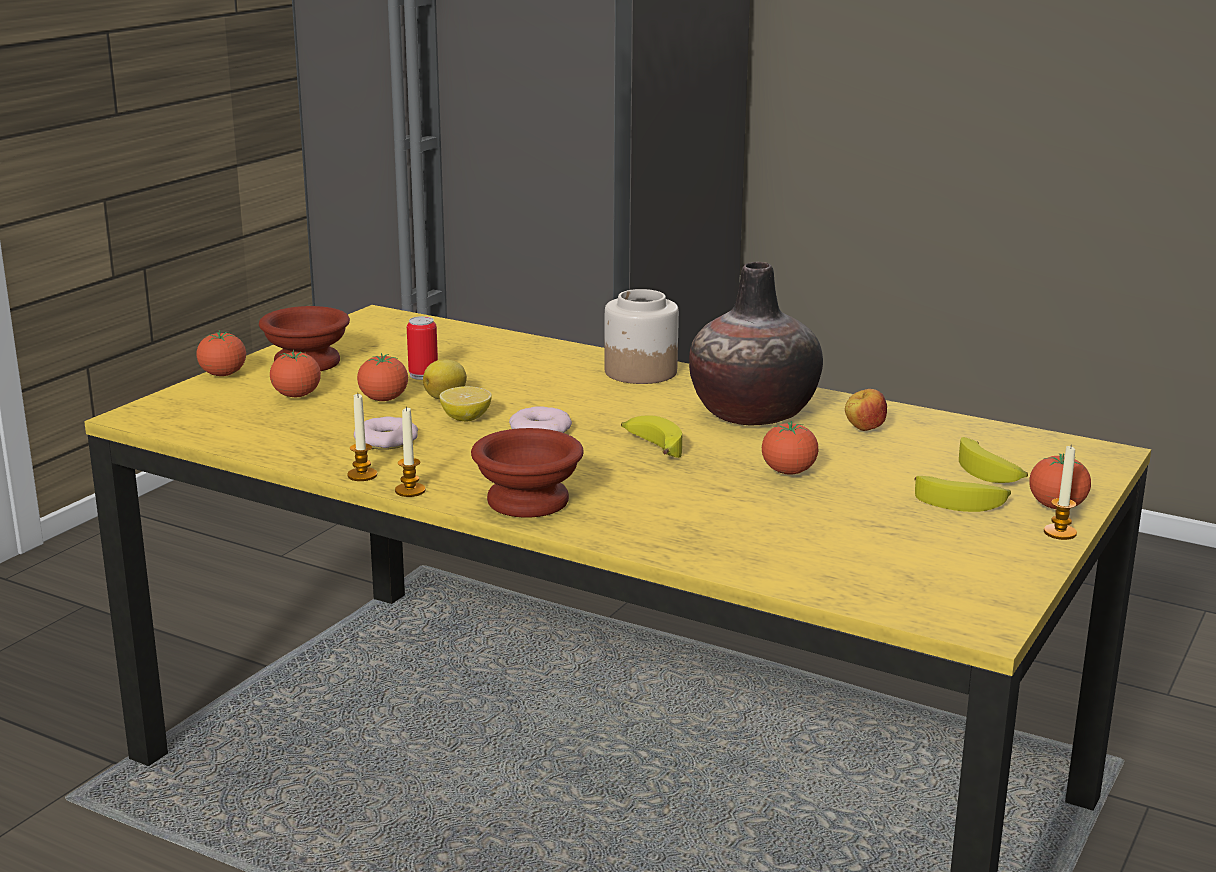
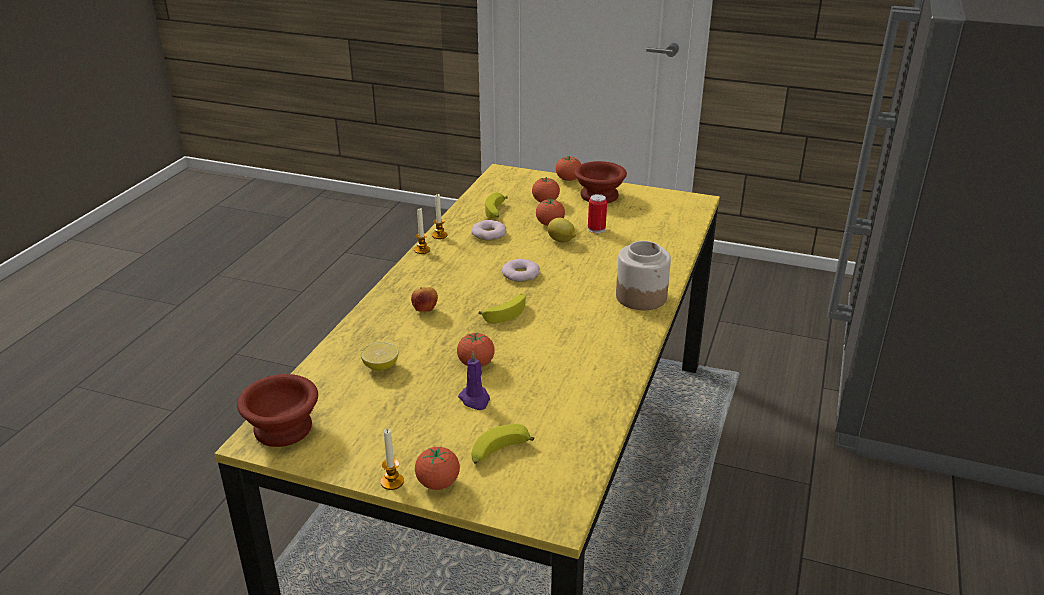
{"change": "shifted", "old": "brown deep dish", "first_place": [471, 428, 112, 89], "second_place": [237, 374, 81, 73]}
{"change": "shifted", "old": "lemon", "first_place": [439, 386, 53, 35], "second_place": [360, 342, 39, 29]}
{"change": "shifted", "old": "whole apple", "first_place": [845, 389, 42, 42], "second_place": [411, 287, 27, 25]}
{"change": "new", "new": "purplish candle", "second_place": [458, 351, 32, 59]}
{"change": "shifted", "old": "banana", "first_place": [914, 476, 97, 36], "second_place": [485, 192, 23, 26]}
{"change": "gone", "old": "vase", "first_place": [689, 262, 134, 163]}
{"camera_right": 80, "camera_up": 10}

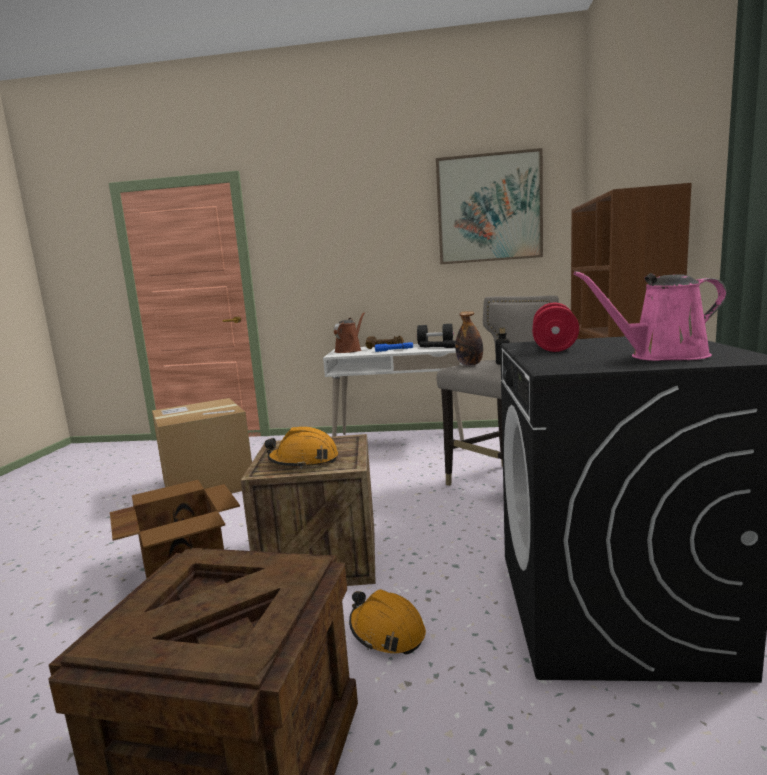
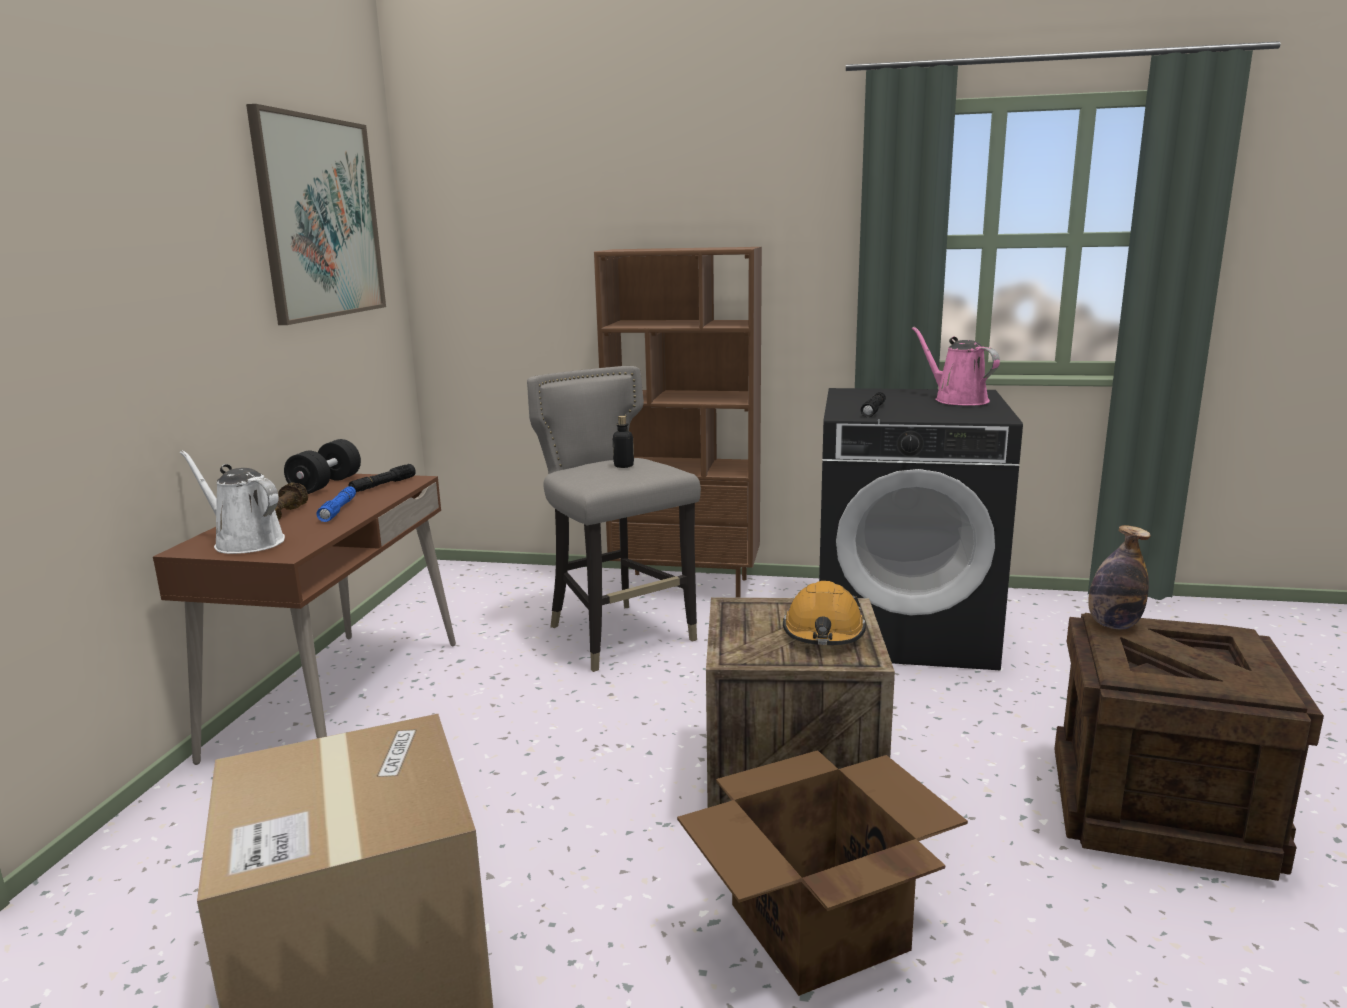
{"change": "repainted", "old": "white desk table", "new": "brown desk table", "first_place": [323, 344, 141, 106], "second_place": [153, 474, 303, 291]}
{"change": "repainted", "old": "brown watering pot", "new": "white watering pot", "first_place": [334, 313, 31, 40], "second_place": [180, 450, 105, 104]}
{"change": "swapped", "old": "red free weight", "new": "black-coloured torch", "first_place": [532, 303, 47, 49], "second_place": [861, 392, 25, 25]}
{"change": "rotated", "old": "pink-coloured watering pot", "first_place": [574, 271, 153, 90], "second_place": [912, 327, 88, 78], "degrees": 150}
{"change": "shifted", "old": "bottle", "first_place": [455, 311, 28, 55], "second_place": [1088, 525, 63, 104]}
{"change": "gone", "old": "orange-coloured work helmet", "first_place": [349, 589, 77, 66]}
{"camera_right": -85, "camera_up": 5}

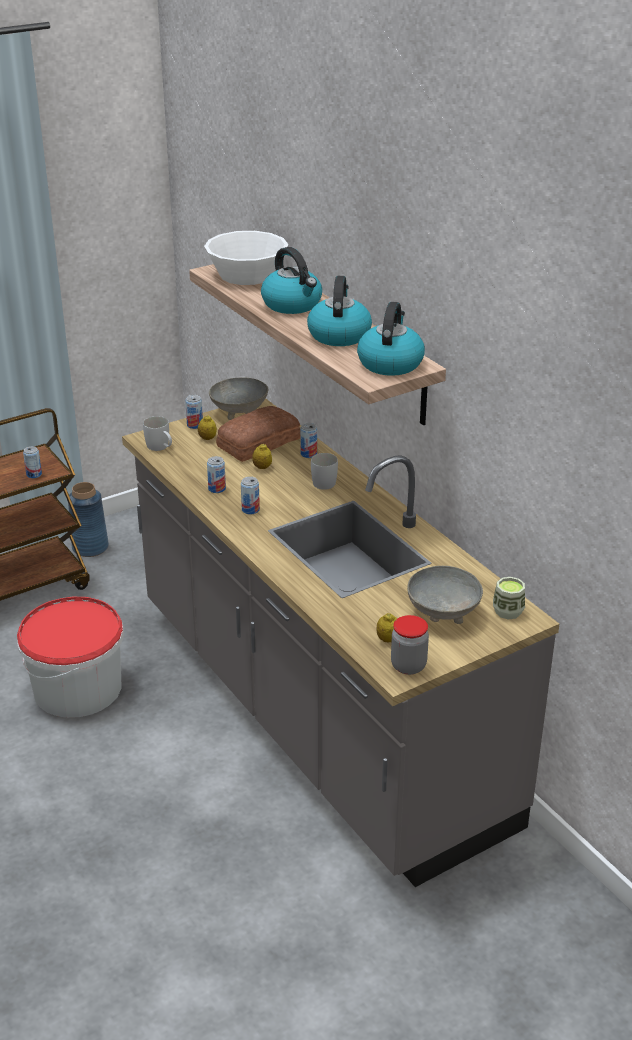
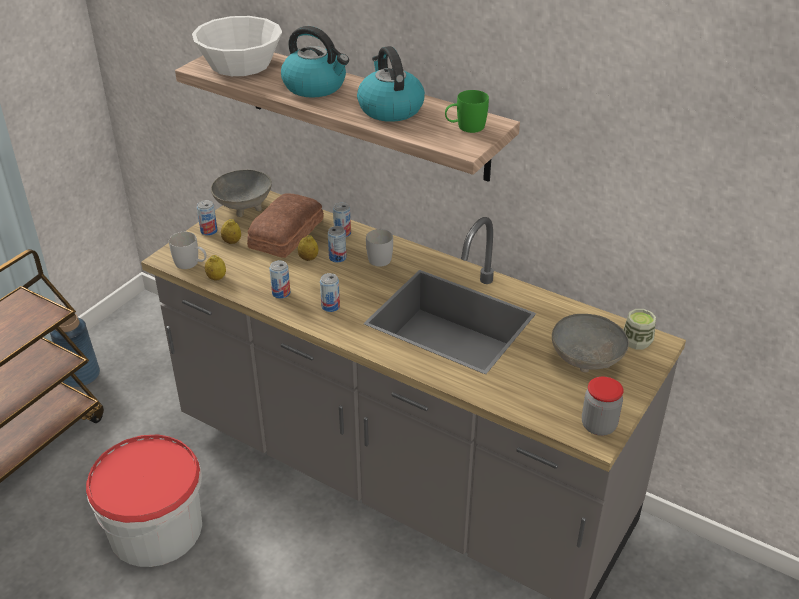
{"change": "shifted", "old": "lemon", "first_place": [377, 613, 20, 29], "second_place": [205, 255, 21, 26]}
{"change": "shifted", "old": "sealed can", "first_place": [23, 446, 19, 32], "second_place": [328, 226, 18, 37]}
{"change": "swapped", "old": "kettle", "new": "green-coloured mug", "first_place": [357, 302, 68, 74], "second_place": [445, 90, 44, 43]}
{"camera_right": -25, "camera_up": 5}

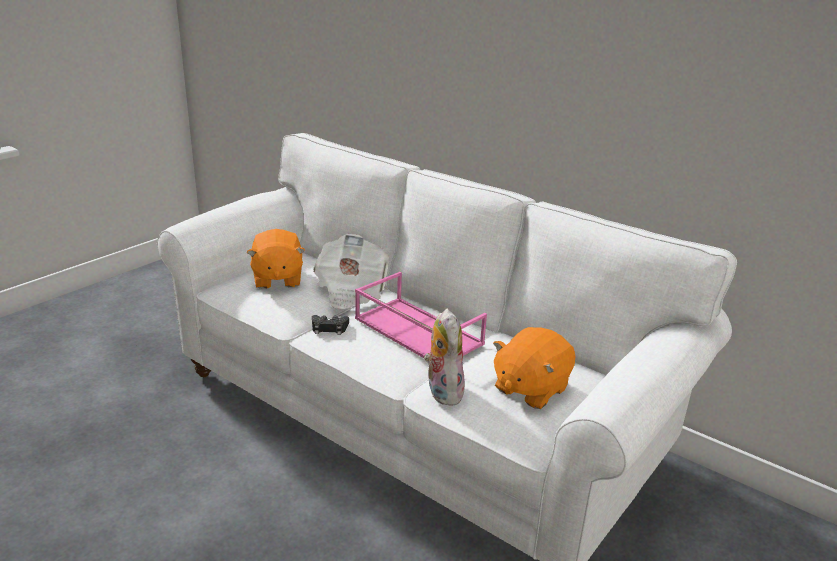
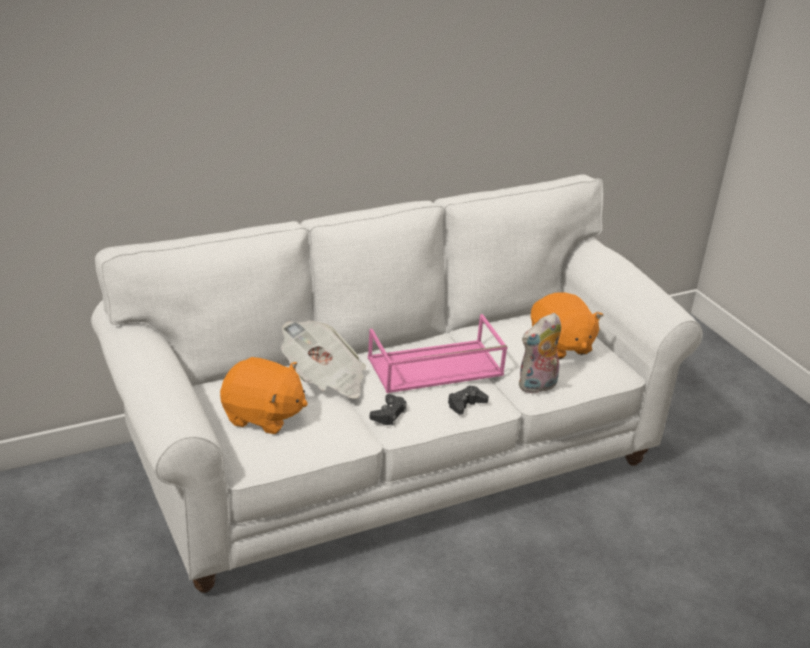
{"change": "new", "new": "black-coloured gamepad", "second_place": [448, 385, 41, 30]}
{"change": "rotated", "old": "soft toy", "first_place": [424, 309, 41, 97], "second_place": [519, 313, 42, 81], "degrees": -45}
{"camera_right": -65, "camera_up": 5}

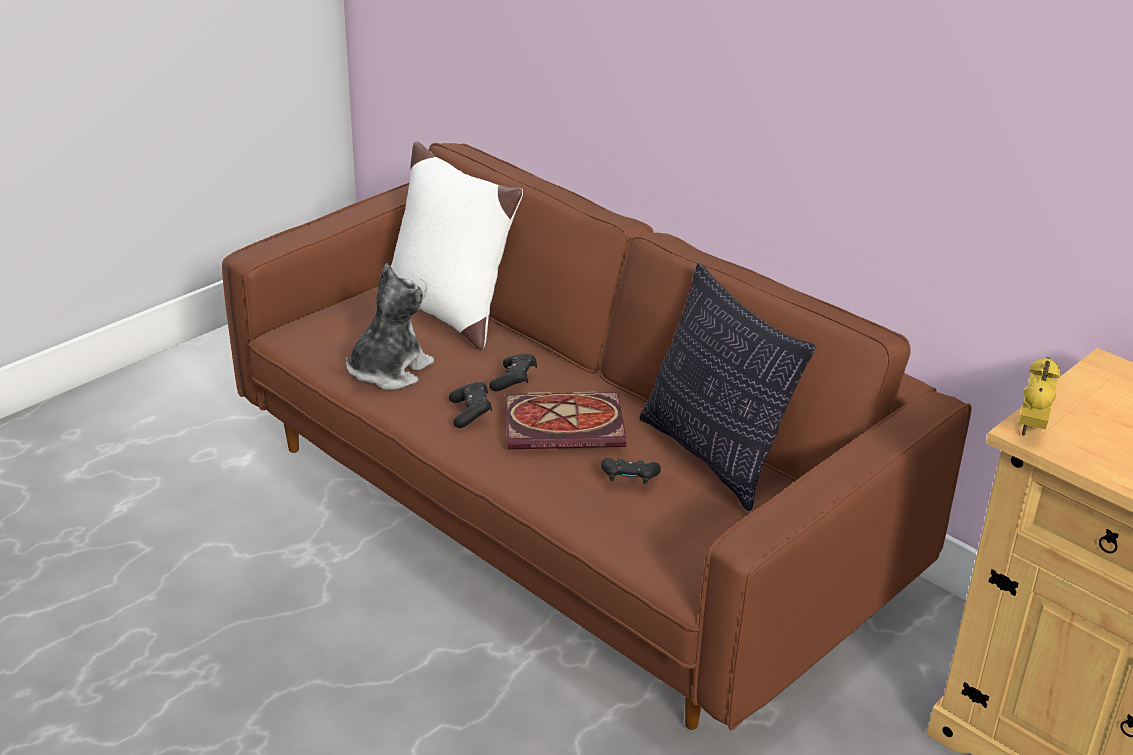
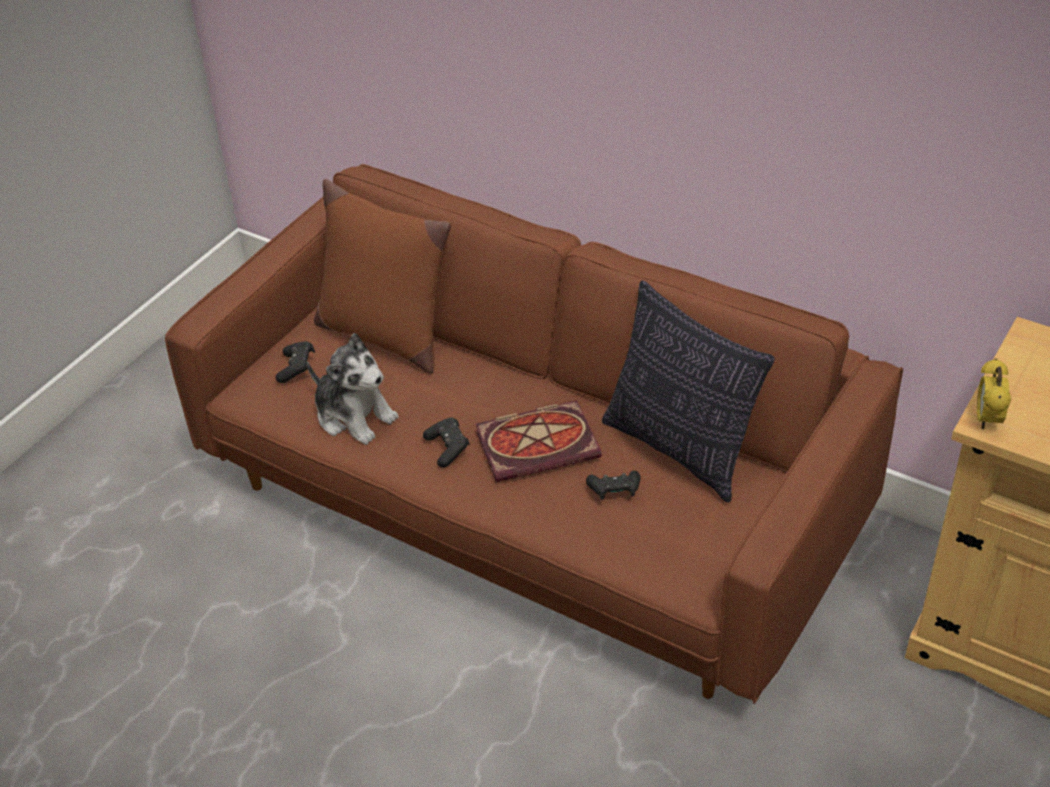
{"change": "shifted", "old": "black-coloured gamepad", "first_place": [489, 354, 48, 38], "second_place": [276, 341, 39, 42]}
{"change": "rotated", "old": "soft toy", "first_place": [346, 263, 88, 127], "second_place": [307, 333, 92, 112], "degrees": 105}
{"change": "repainted", "old": "white pillow", "new": "brown pillow", "first_place": [390, 141, 133, 209], "second_place": [314, 179, 137, 195]}
{"camera_right": -10, "camera_up": 10}

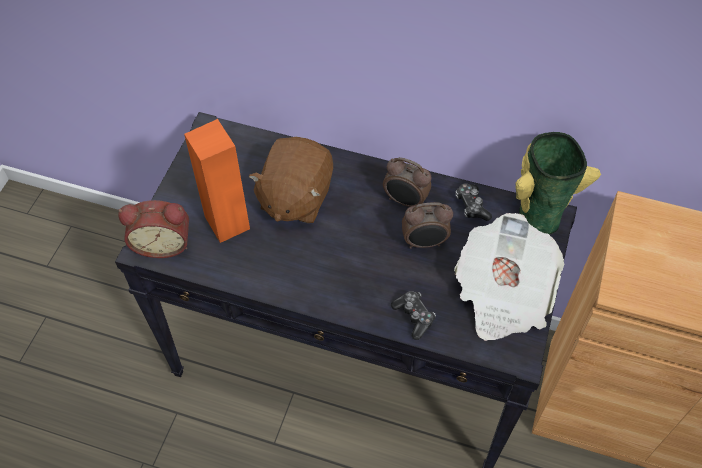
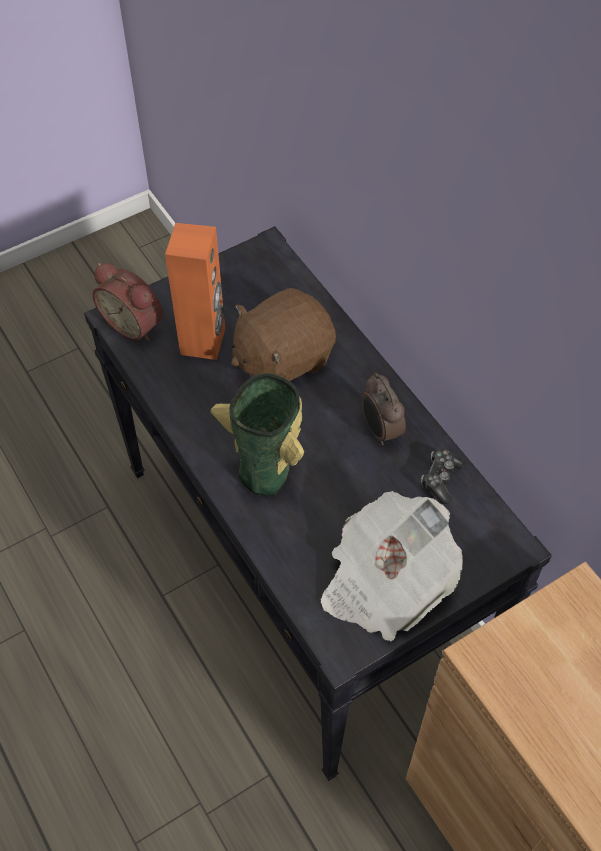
{"change": "shifted", "old": "vase", "first_place": [515, 132, 86, 103], "second_place": [211, 373, 93, 123]}
{"change": "gone", "old": "gamepad", "first_place": [391, 291, 45, 49]}
{"change": "gone", "old": "table clock", "first_place": [402, 202, 51, 47]}
{"camera_right": 40, "camera_up": 0}

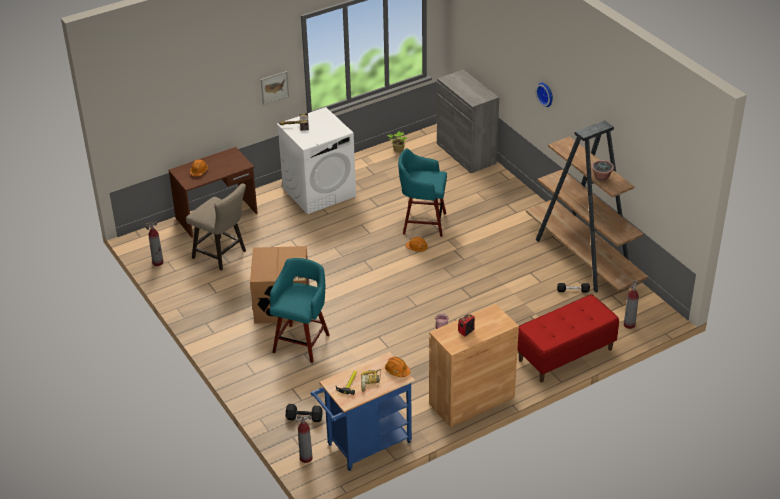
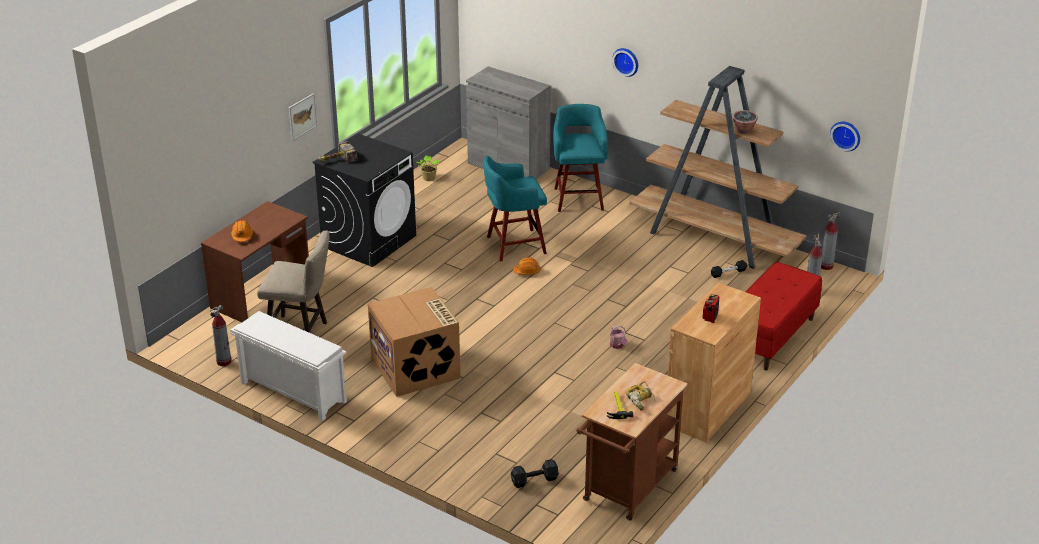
{"change": "new", "new": "white shoe shelf", "second_place": [230, 311, 117, 110]}
{"change": "repainted", "old": "white laundry machine", "new": "black-coloured laundry machine", "first_place": [277, 107, 79, 107], "second_place": [313, 134, 103, 133]}
{"change": "shifted", "old": "turquoise stool seat", "first_place": [270, 258, 60, 105], "second_place": [553, 104, 55, 108]}
{"change": "repainted", "old": "blue-coloured cart", "new": "brown cart", "first_place": [311, 352, 104, 119], "second_place": [576, 363, 111, 158]}
{"change": "shifted", "old": "extinguisher", "first_place": [295, 415, 18, 48], "second_place": [821, 212, 19, 58]}
{"change": "new", "new": "clock on the wall", "second_place": [830, 122, 30, 30]}
{"change": "gone", "old": "orange-coloured work helmet", "first_place": [385, 357, 26, 20]}
{"camera_right": -25, "camera_up": -5}

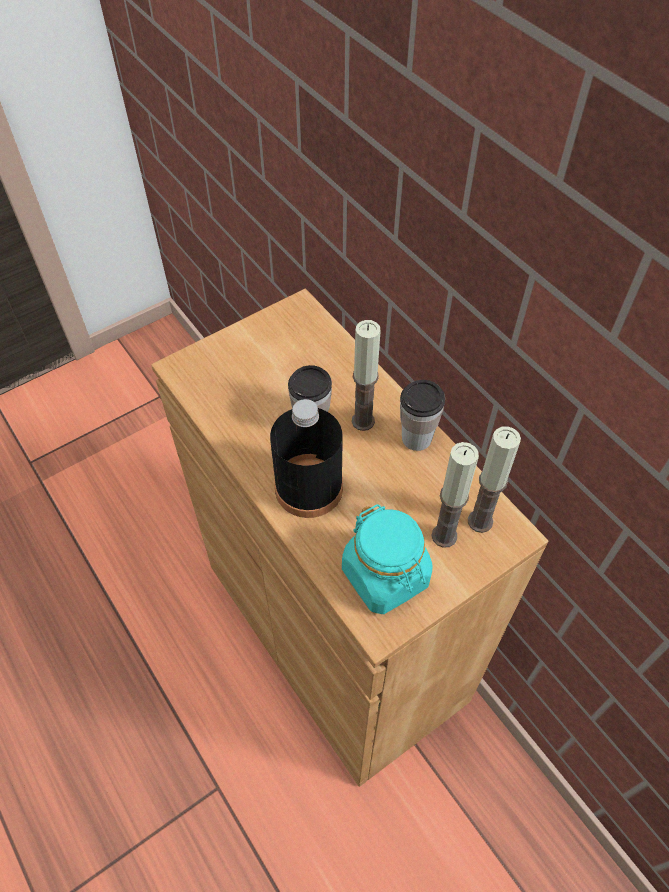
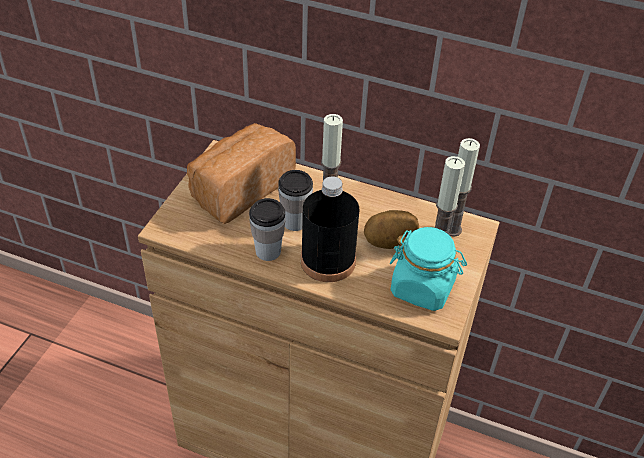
{"change": "new", "new": "bread", "second_place": [187, 123, 109, 101]}
{"change": "shifted", "old": "small cup", "first_place": [400, 380, 45, 71], "second_place": [249, 198, 37, 63]}
{"change": "new", "new": "potato", "second_place": [364, 210, 55, 39]}
{"camera_right": -35, "camera_up": -10}

